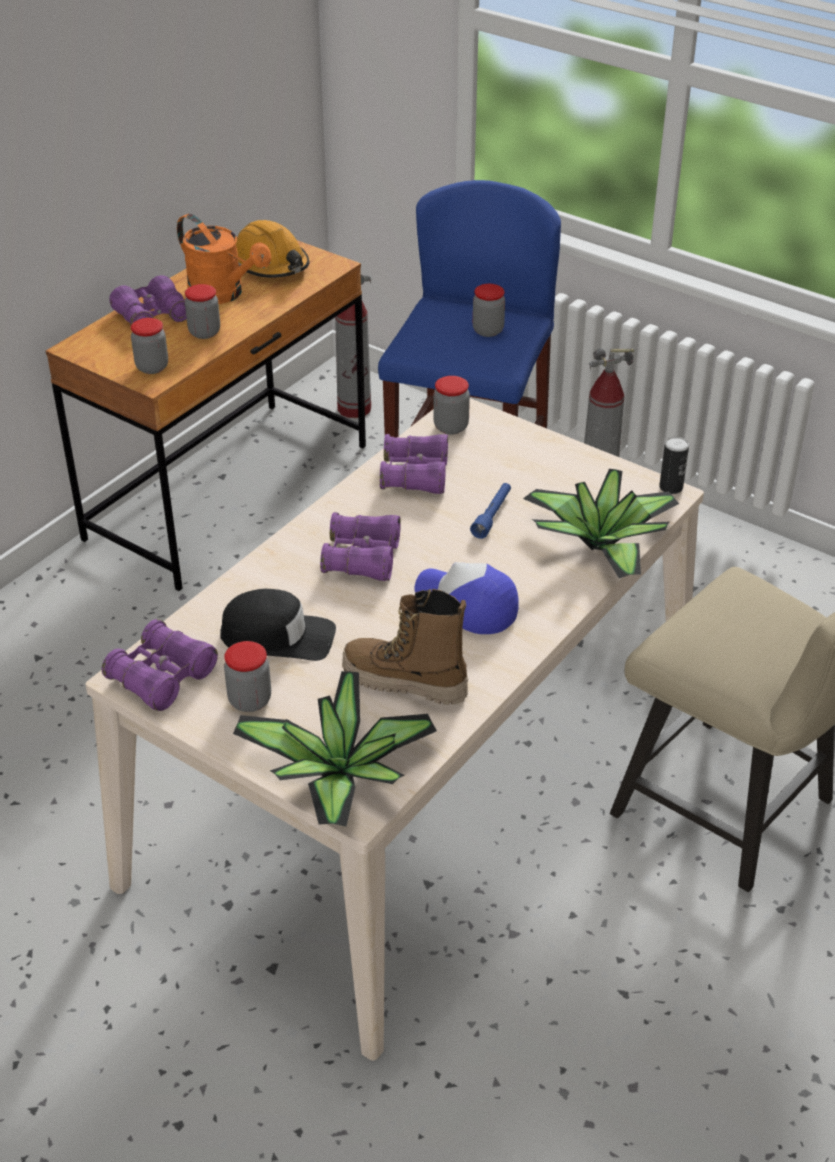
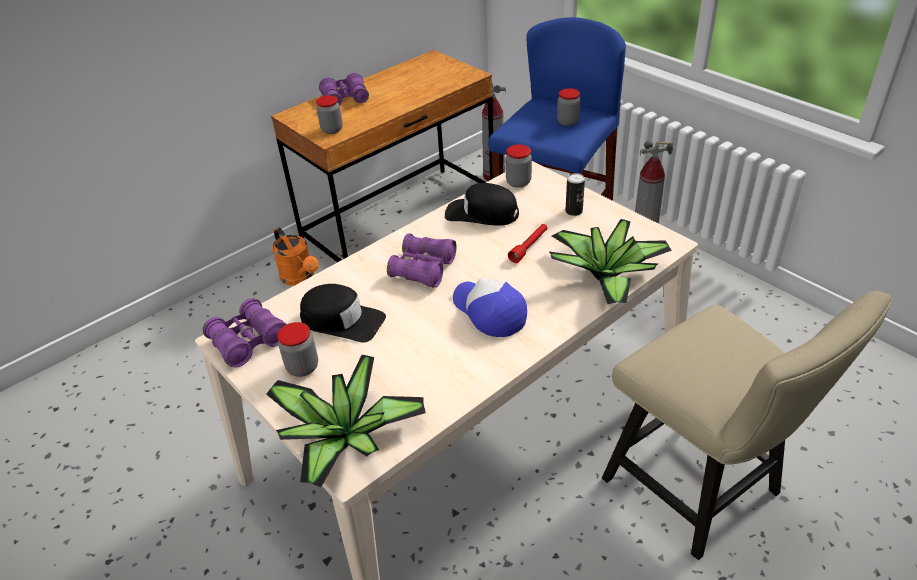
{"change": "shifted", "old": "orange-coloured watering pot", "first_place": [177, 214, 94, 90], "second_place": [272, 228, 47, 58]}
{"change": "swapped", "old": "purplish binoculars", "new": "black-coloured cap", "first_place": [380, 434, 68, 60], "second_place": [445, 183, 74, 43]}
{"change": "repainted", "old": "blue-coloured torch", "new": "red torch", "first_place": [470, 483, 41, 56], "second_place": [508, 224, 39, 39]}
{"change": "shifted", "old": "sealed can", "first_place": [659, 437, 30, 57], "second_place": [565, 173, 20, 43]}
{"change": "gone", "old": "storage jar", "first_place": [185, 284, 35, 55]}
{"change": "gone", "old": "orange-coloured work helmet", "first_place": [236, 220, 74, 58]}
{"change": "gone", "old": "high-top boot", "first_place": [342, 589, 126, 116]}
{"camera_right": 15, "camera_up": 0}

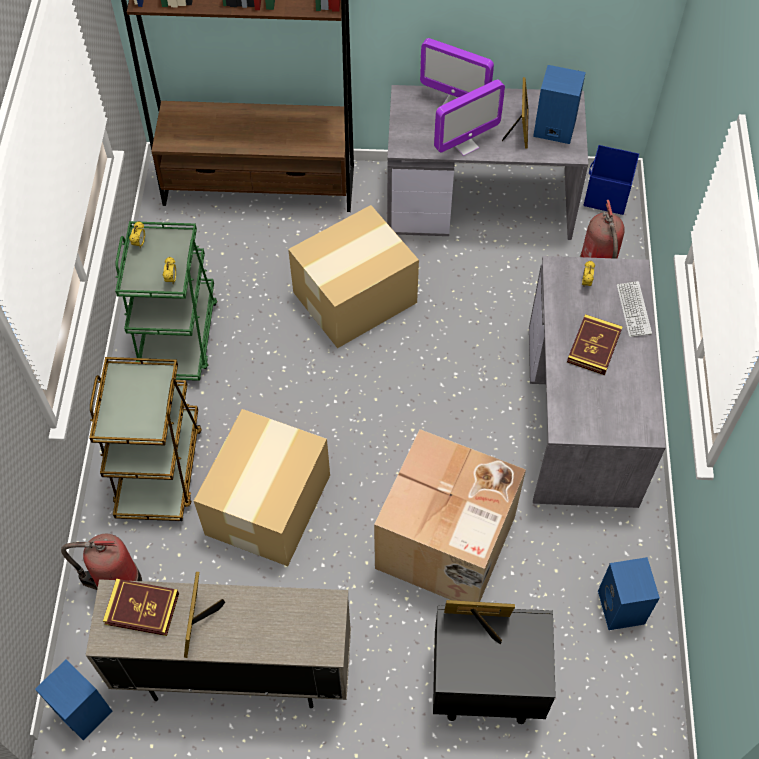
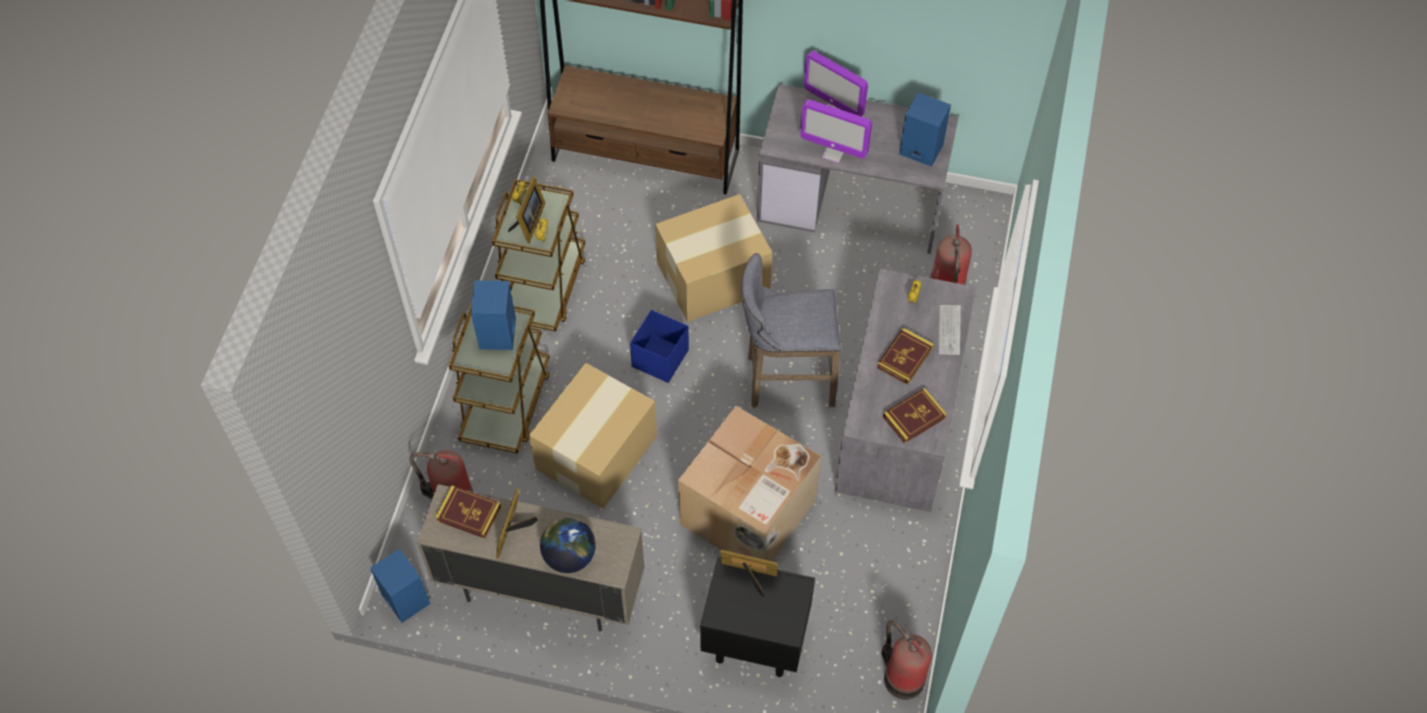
{"change": "shifted", "old": "blue-coloured loudspeaker", "first_place": [598, 557, 62, 73], "second_place": [471, 280, 45, 70]}
{"change": "repainted", "old": "green-coloured cart", "new": "brown cart", "first_place": [115, 221, 103, 160], "second_place": [492, 179, 94, 152]}
{"change": "shifted", "old": "photo frame", "first_place": [502, 77, 27, 72], "second_place": [508, 176, 38, 67]}
{"change": "new", "new": "globe", "second_place": [540, 517, 56, 56]}
{"change": "shifted", "old": "blue-coloured storage bin", "first_place": [584, 145, 55, 70], "second_place": [630, 310, 59, 73]}
{"change": "new", "new": "grey stool seat", "second_place": [741, 253, 100, 155]}
{"change": "rotated", "old": "computer display", "first_place": [434, 79, 71, 77], "second_place": [800, 99, 72, 64], "degrees": 45}
{"change": "new", "new": "extinguisher", "second_place": [881, 620, 51, 80]}
{"change": "new", "new": "volume", "second_place": [883, 388, 64, 55]}
{"camera_right": 10, "camera_up": 0}

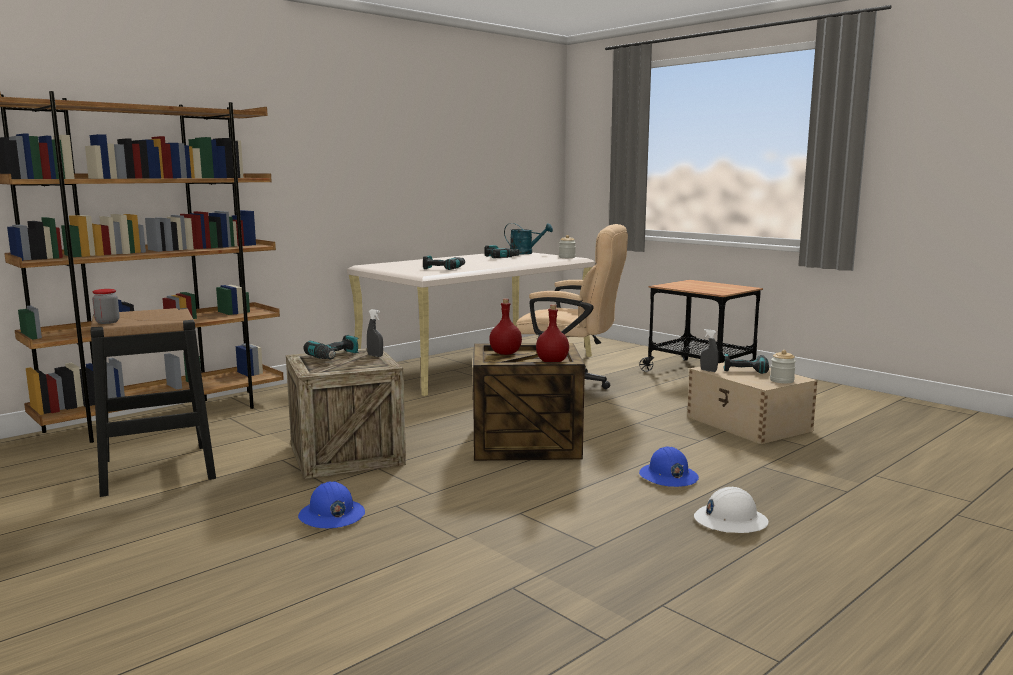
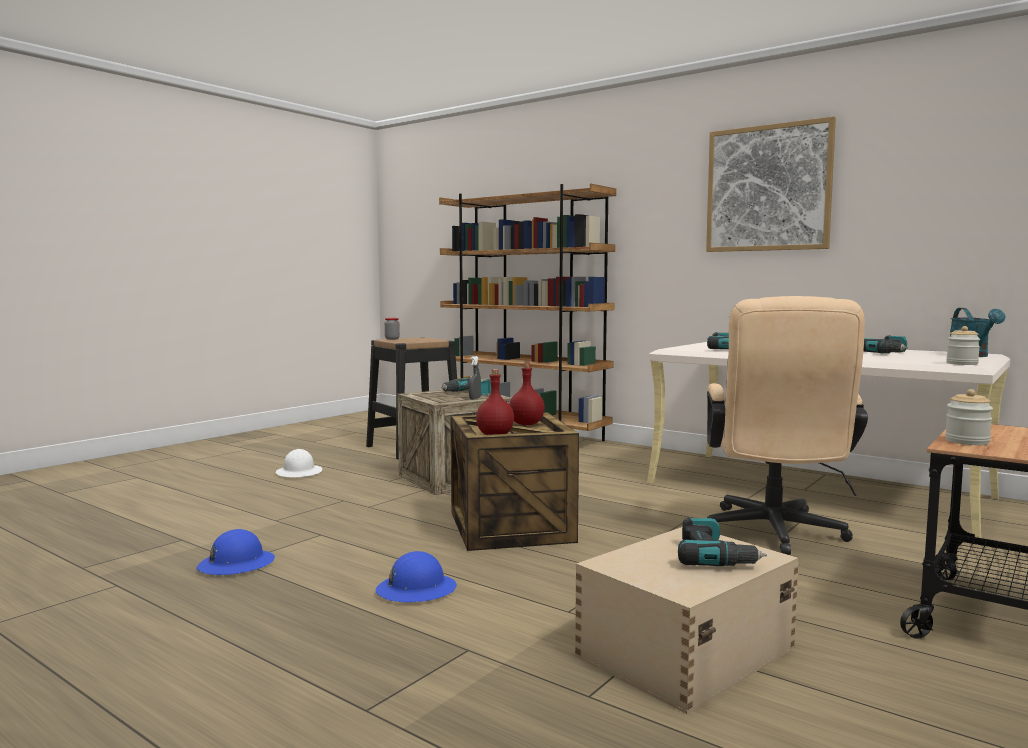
{"change": "shifted", "old": "blue-coloured work helmet", "first_place": [298, 481, 67, 48], "second_place": [197, 529, 78, 46]}
{"change": "shifted", "old": "white work helmet", "first_place": [694, 487, 75, 46], "second_place": [276, 449, 46, 28]}
{"change": "new", "new": "picture", "second_place": [706, 116, 130, 136]}
{"change": "shifted", "old": "storage jar", "first_place": [770, 350, 26, 33], "second_place": [945, 389, 48, 56]}
{"change": "gone", "old": "grey spray bottle", "first_place": [700, 329, 18, 43]}
{"camera_right": 80, "camera_up": -5}

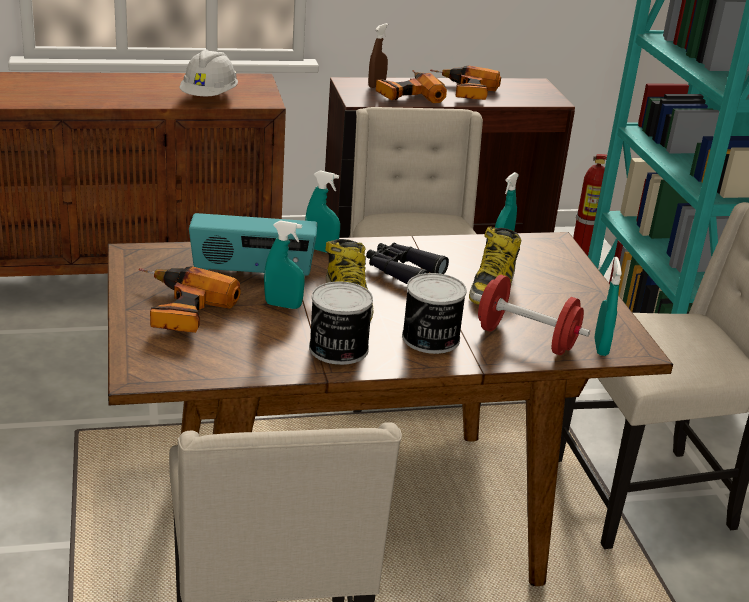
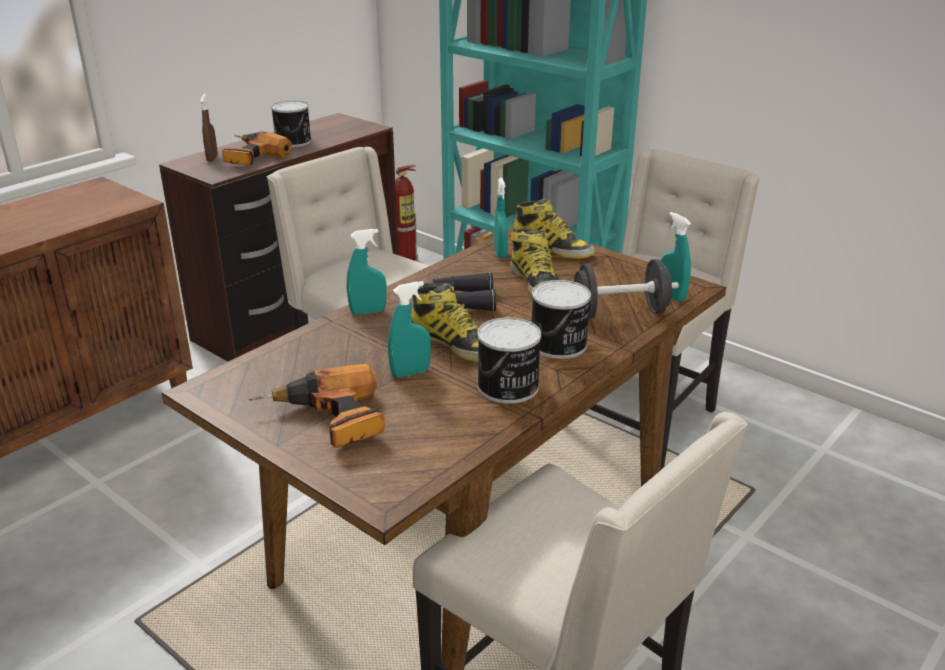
{"change": "swapped", "old": "power drill", "new": "sealed can", "first_place": [430, 65, 71, 35], "second_place": [271, 101, 41, 46]}
{"change": "new", "new": "high-top boot", "second_place": [513, 198, 82, 61]}
{"change": "repainted", "old": "red free weight", "new": "black-coloured free weight", "first_place": [473, 275, 117, 80], "second_place": [574, 259, 105, 60]}
{"change": "gone", "old": "white work helmet", "first_place": [179, 49, 59, 48]}
{"change": "gone", "old": "radio set", "first_place": [189, 213, 129, 63]}
{"camera_right": -35, "camera_up": 0}

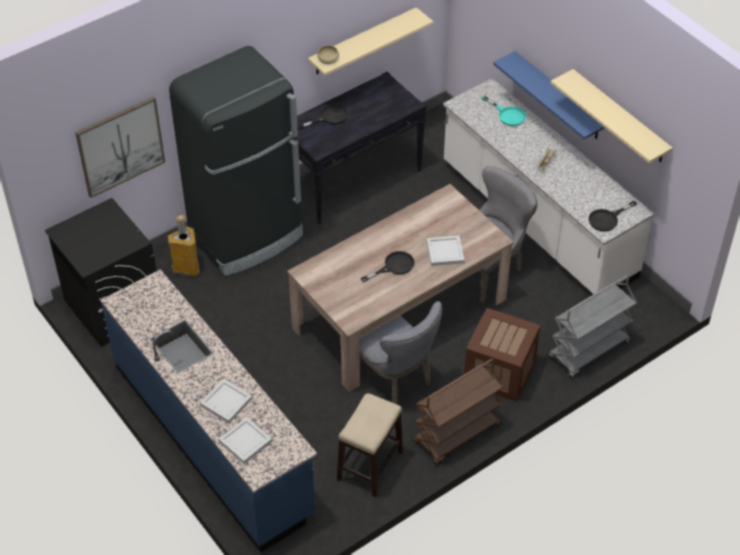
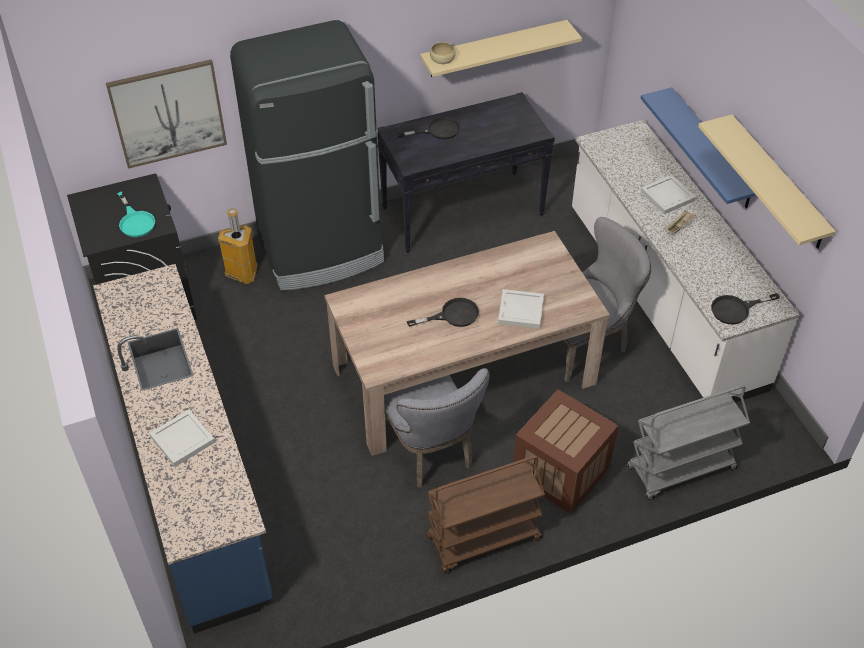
{"change": "shifted", "old": "turquoise skillet", "first_place": [481, 96, 45, 30], "second_place": [117, 191, 38, 46]}
{"change": "shifted", "old": "white tray", "first_place": [219, 417, 53, 47], "second_place": [641, 175, 55, 39]}
{"change": "gone", "old": "stool seat", "first_place": [337, 393, 66, 104]}
{"camera_right": 15, "camera_up": 0}

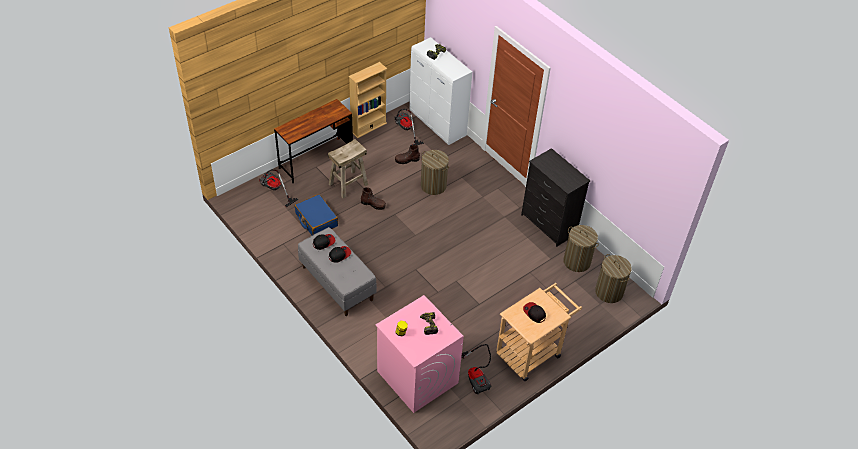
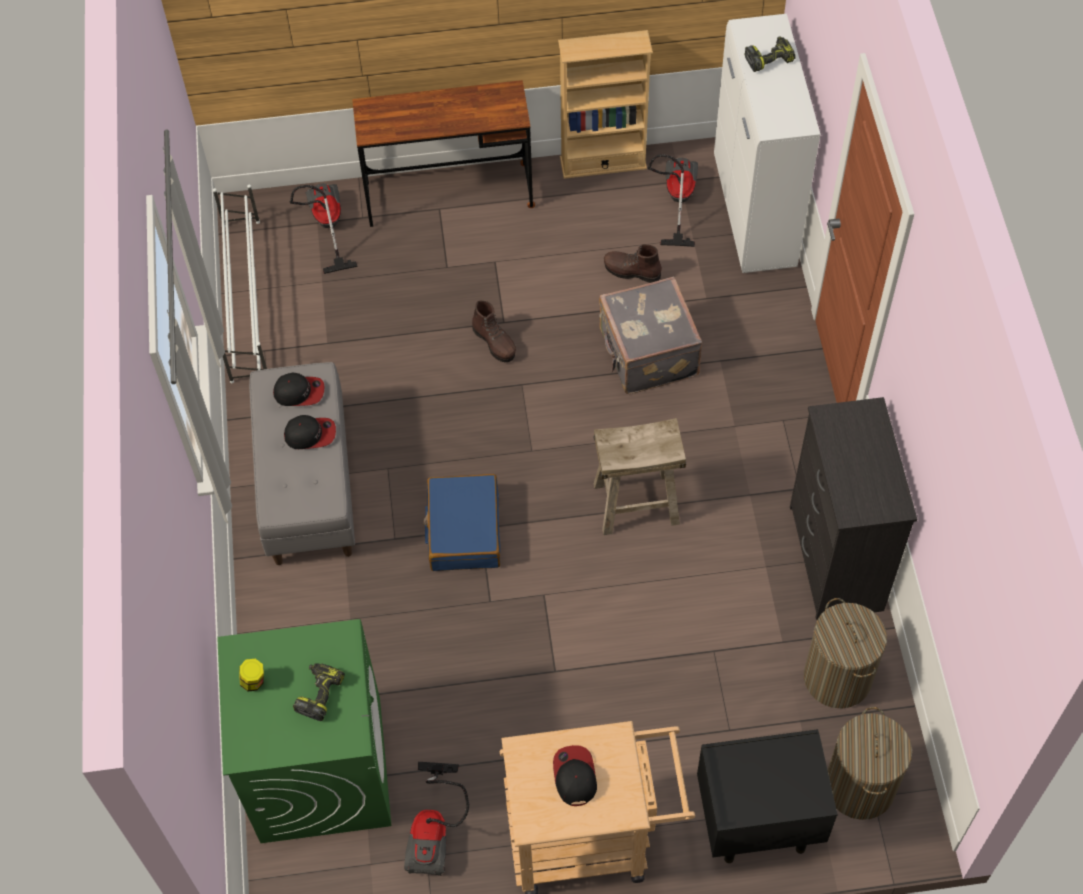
{"change": "new", "new": "white shoe shelf", "second_place": [213, 184, 54, 199]}
{"change": "repainted", "old": "pink-coloured laundry machine", "new": "green-coloured laundry machine", "first_place": [376, 295, 88, 118], "second_place": [217, 619, 174, 224]}
{"change": "shifted", "old": "blue-coloured piece of luggage", "first_place": [294, 194, 44, 41], "second_place": [423, 474, 77, 97]}
{"change": "shifted", "old": "sand-coloured stool seat", "first_place": [328, 139, 40, 59], "second_place": [594, 418, 92, 117]}
{"change": "swapped", "old": "washing basket", "new": "grey piece of luggage", "first_place": [421, 150, 28, 45], "second_place": [599, 276, 103, 118]}
{"change": "new", "new": "black-coloured nightstand", "second_place": [697, 729, 141, 134]}
{"camera_right": 35, "camera_up": 10}

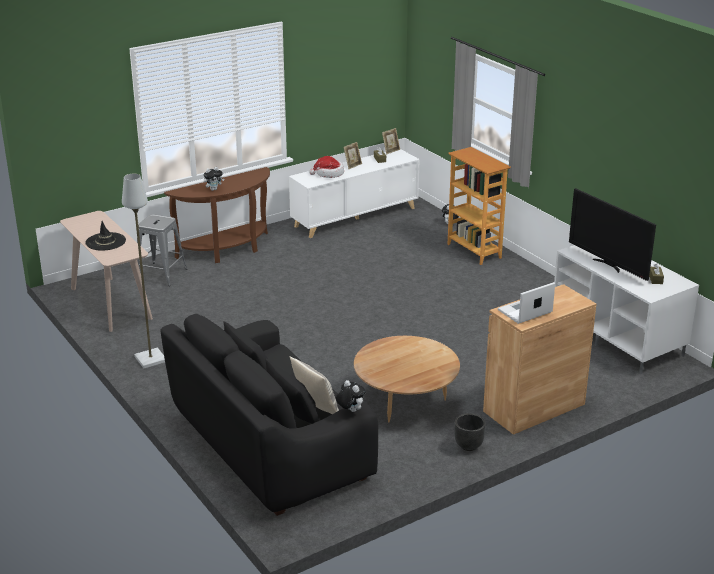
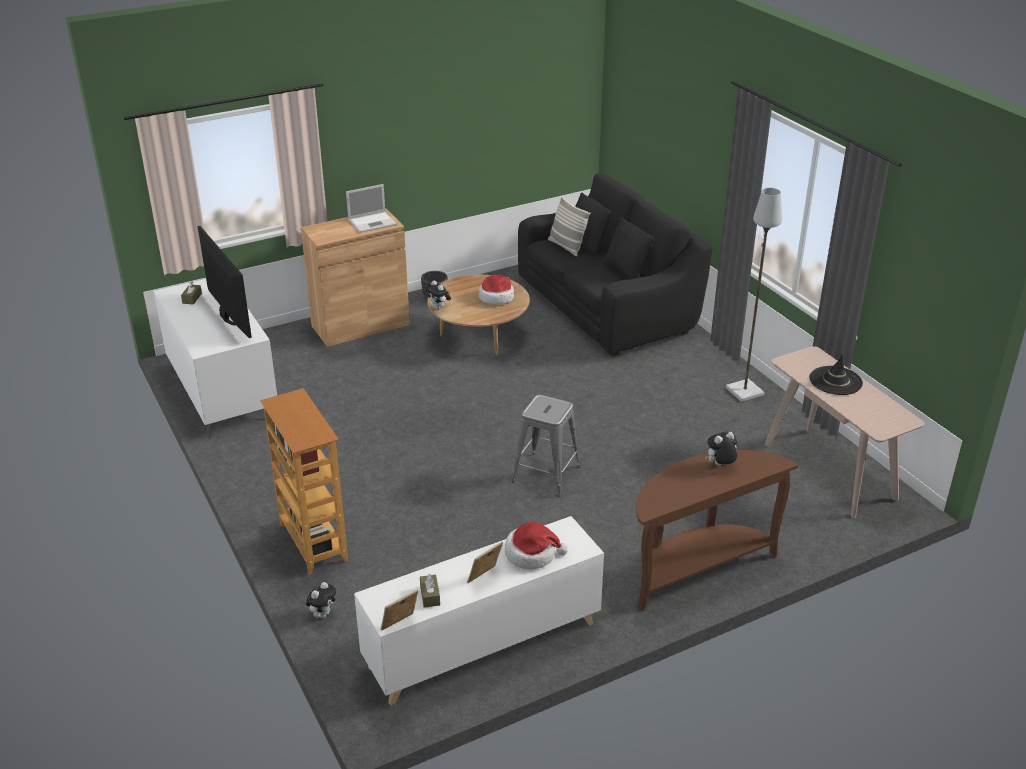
{"change": "shifted", "old": "soft toy", "first_place": [336, 380, 30, 32], "second_place": [426, 281, 25, 29]}
{"change": "new", "new": "wearable hat", "second_place": [478, 275, 36, 30]}
{"change": "shifted", "old": "grey stool seat", "first_place": [137, 214, 50, 72], "second_place": [511, 395, 70, 102]}
{"camera_right": -175, "camera_up": 5}

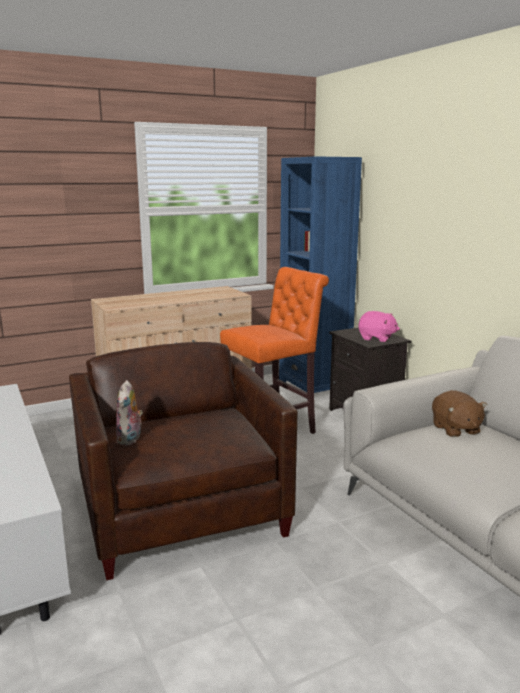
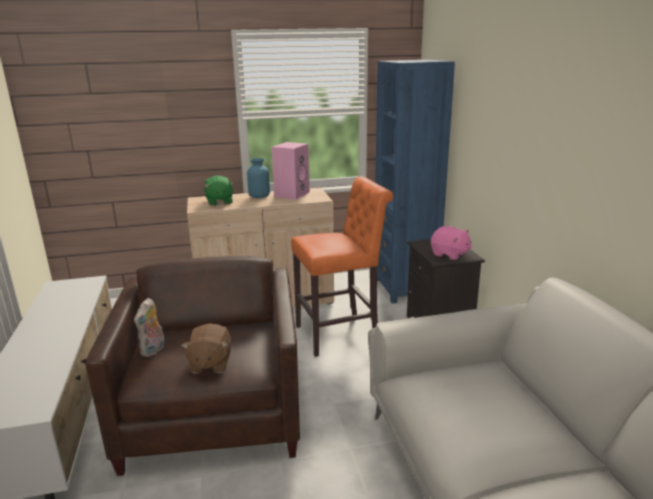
{"change": "shifted", "old": "brown soft toy", "first_place": [432, 390, 55, 47], "second_place": [181, 324, 50, 50]}
{"change": "new", "new": "green-coloured soft toy", "second_place": [204, 176, 30, 30]}
{"change": "new", "new": "blue-coloured vase", "second_place": [247, 158, 23, 40]}
{"change": "new", "new": "pink-coloured loudspeaker", "second_place": [272, 142, 38, 58]}
{"camera_right": 15, "camera_up": 5}

